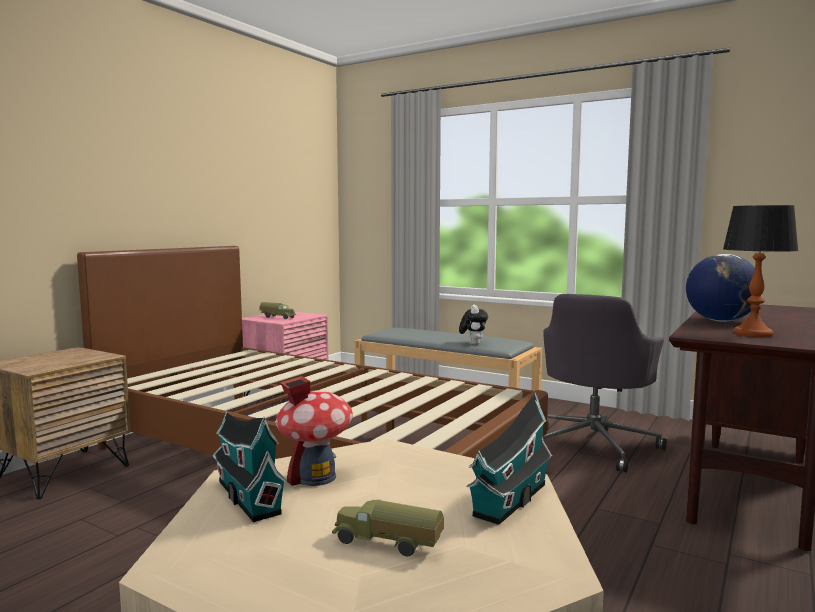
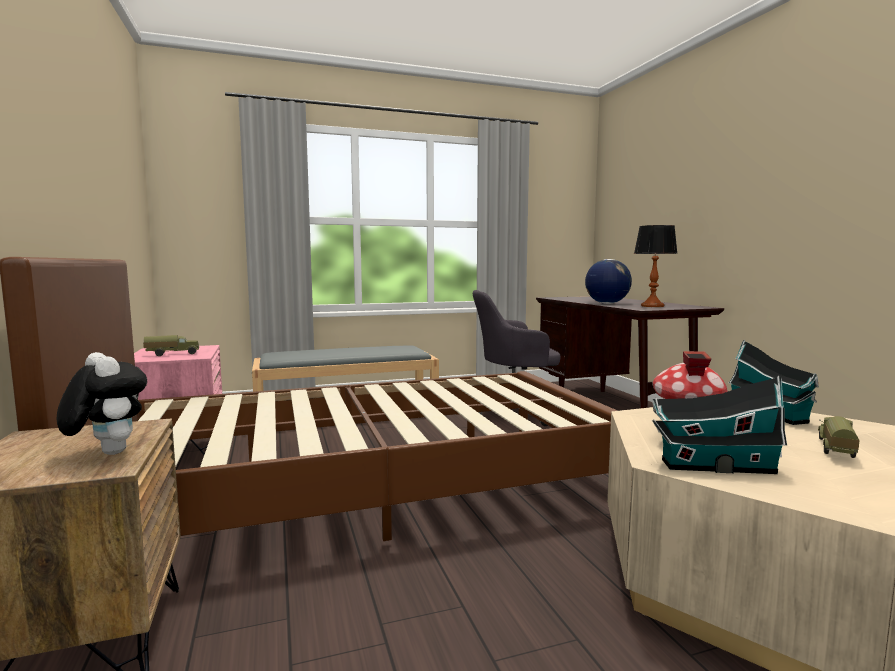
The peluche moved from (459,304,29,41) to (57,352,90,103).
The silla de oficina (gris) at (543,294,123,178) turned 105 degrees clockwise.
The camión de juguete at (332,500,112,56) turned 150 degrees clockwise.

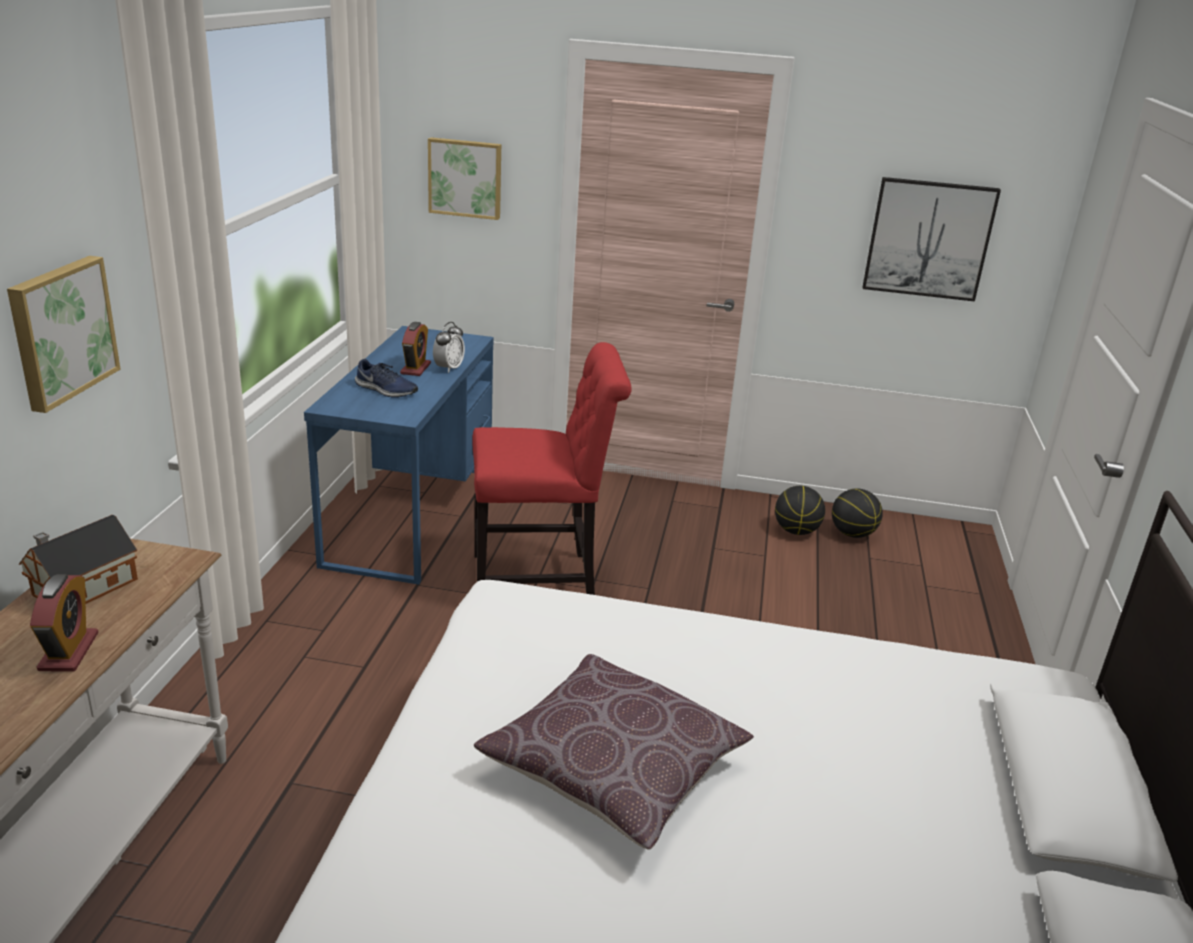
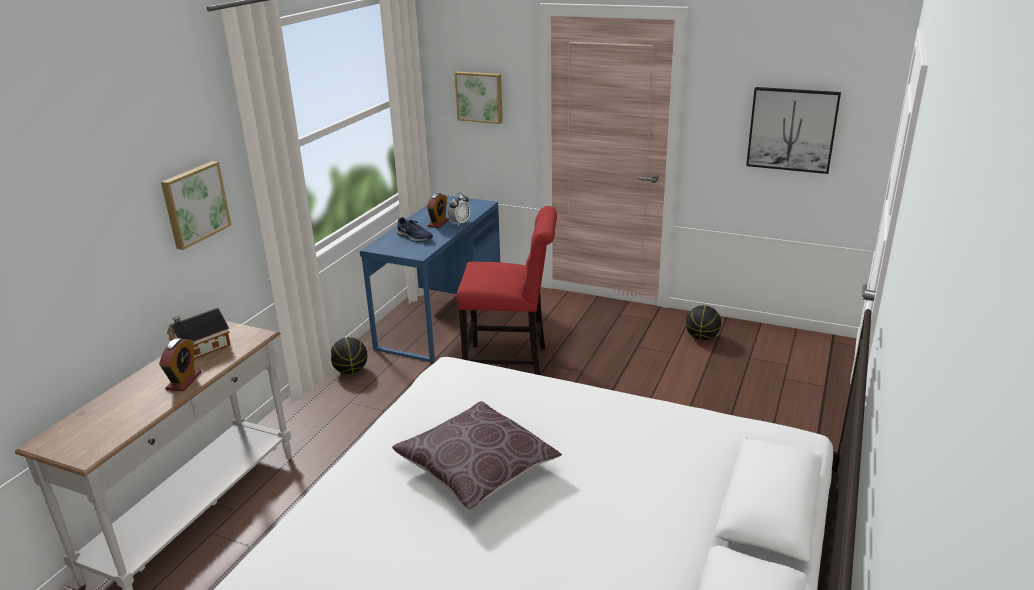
The balón de baloncesto moved from (832,488,51,50) to (331,337,37,37).

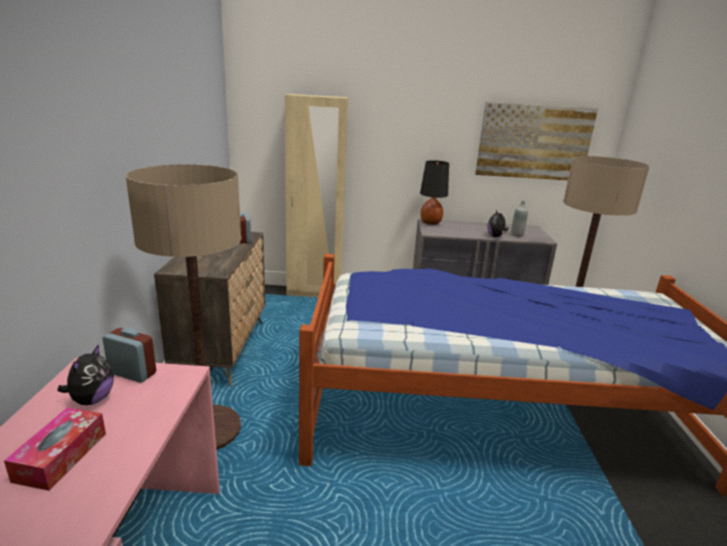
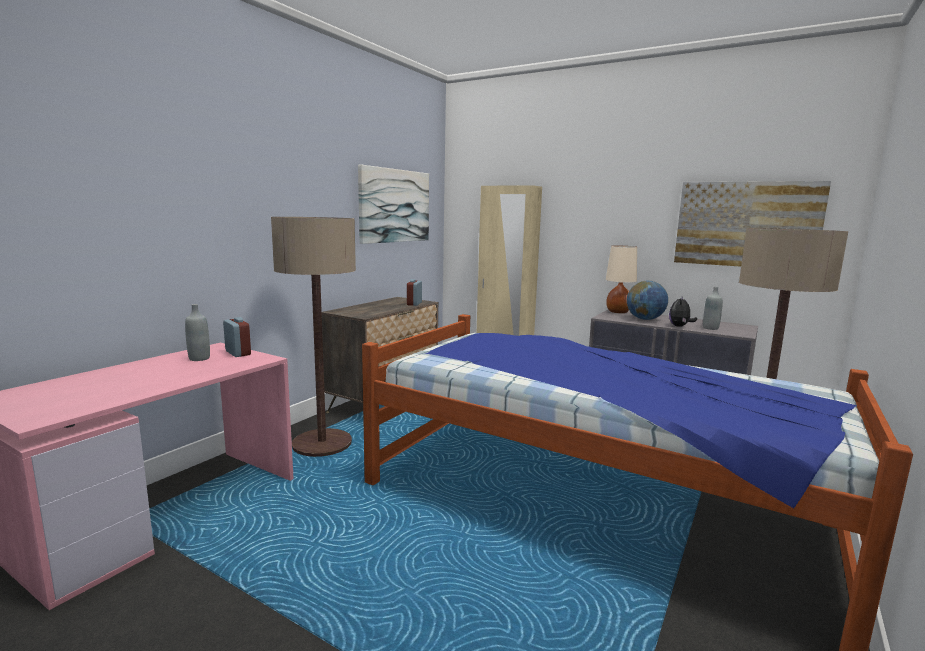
The peluche at (57,344,57,61) was replaced by the botella (gris) at (185,304,25,57).
The cuadro at (358,165,71,79) appeared.
The lámpara de mesa (negro) at (420,160,29,65) became the lámpara de mesa (beis) at (606,246,31,67).
The globo terráqueo at (627,281,41,39) appeared.
The caja de pañuelos at (4,407,102,84) disappeared.

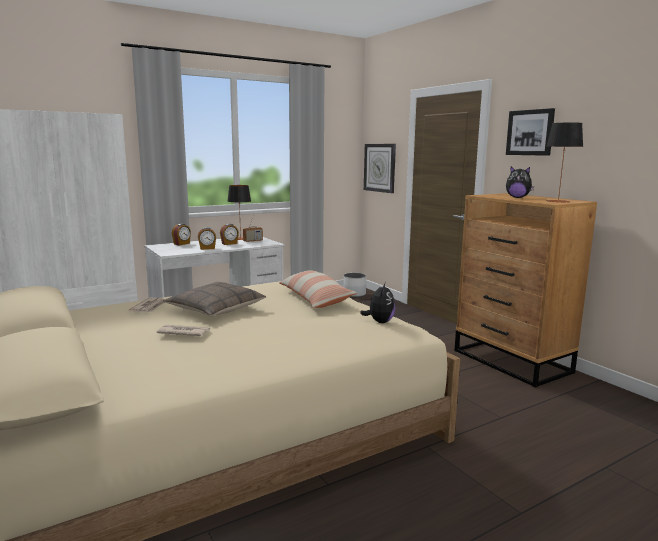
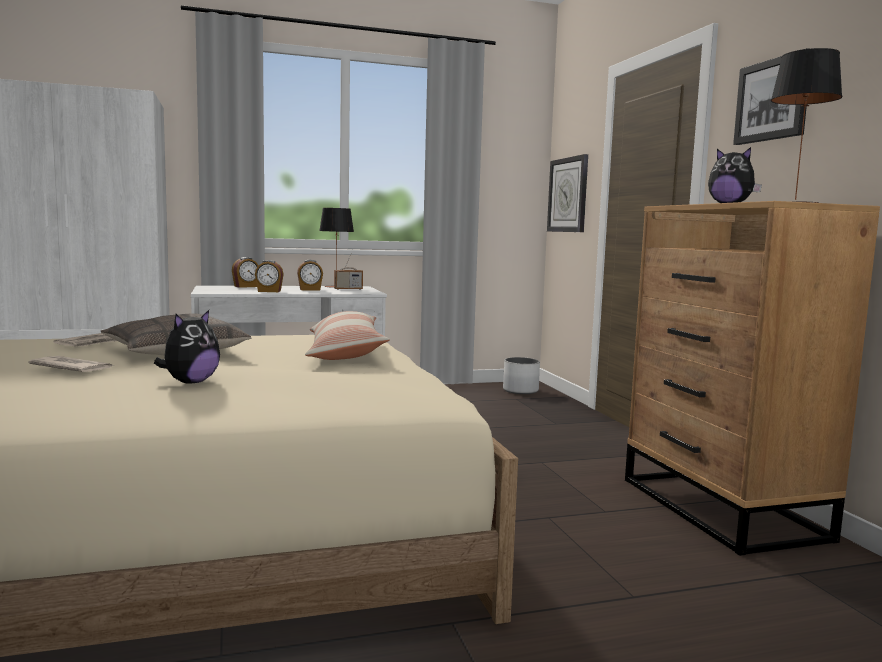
The peluche moved from (360,283,36,40) to (154,310,66,73).

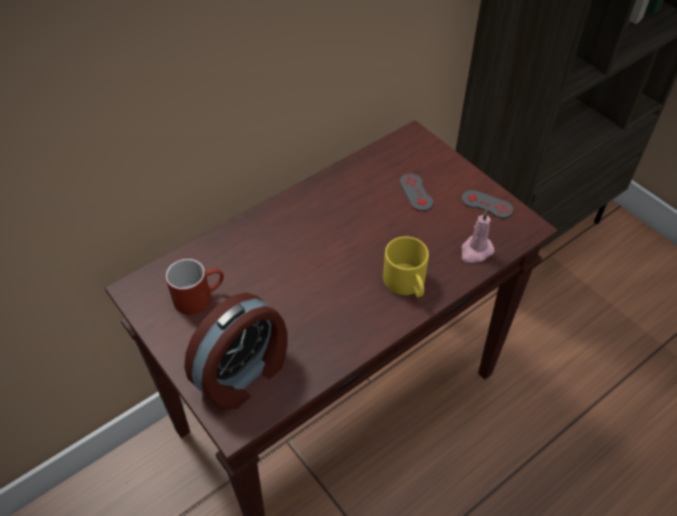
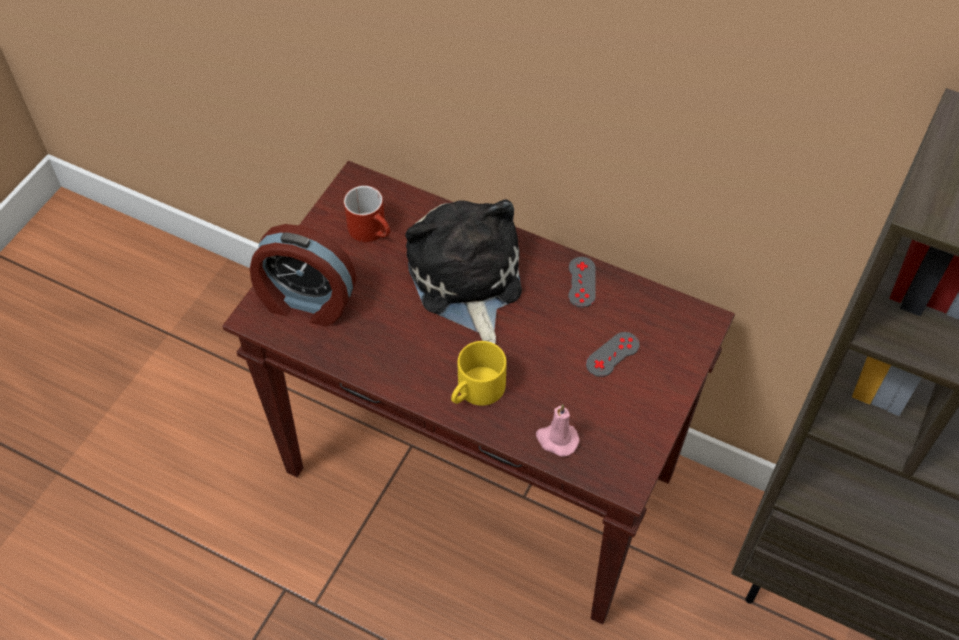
The peluche at (405,199,117,145) appeared.
The mando de consola (gris) moved from (462,190,51,28) to (568,257,28,51).

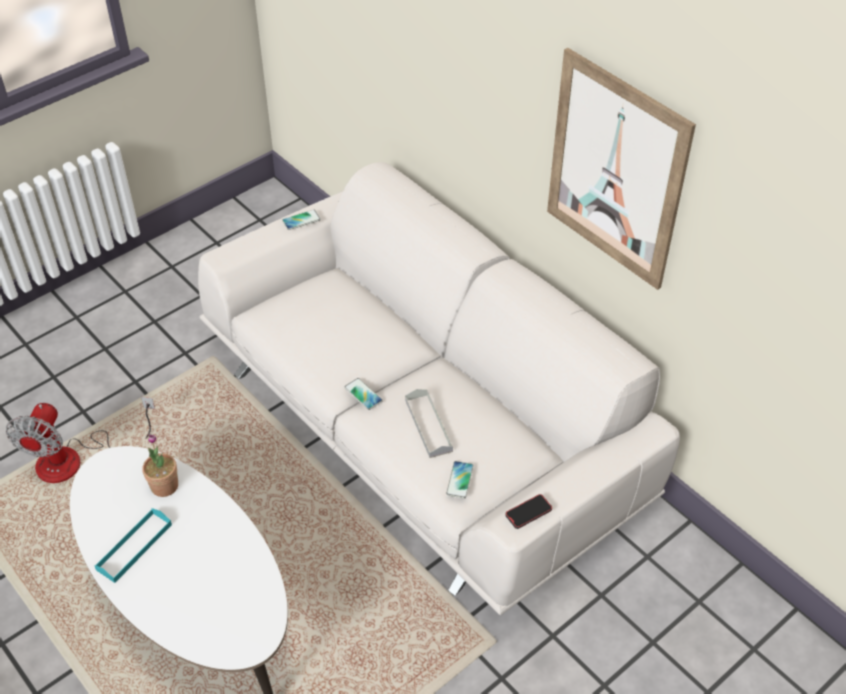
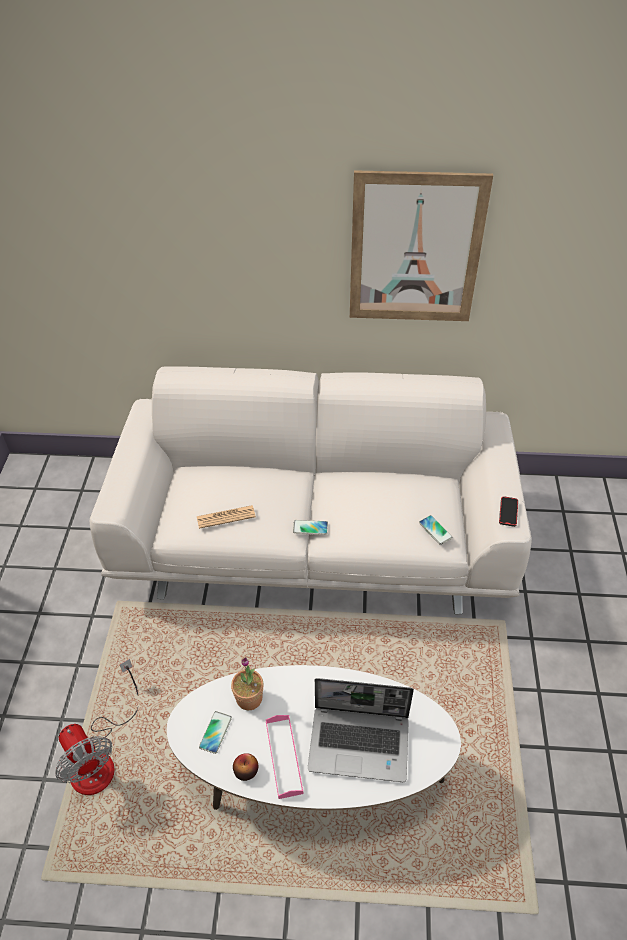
The periódico at (197,505,59,24) appeared.
The móvil moved from (282,210,39,20) to (199,711,33,43).
The manzana at (233,753,25,28) appeared.
The bandeja (turquesa) at (94,508,78,75) became the bandeja (rosa) at (266,715,37,84).
The portátil at (308,678,106,104) appeared.
The bandeja (gris) at (405,389,48,69) disappeared.

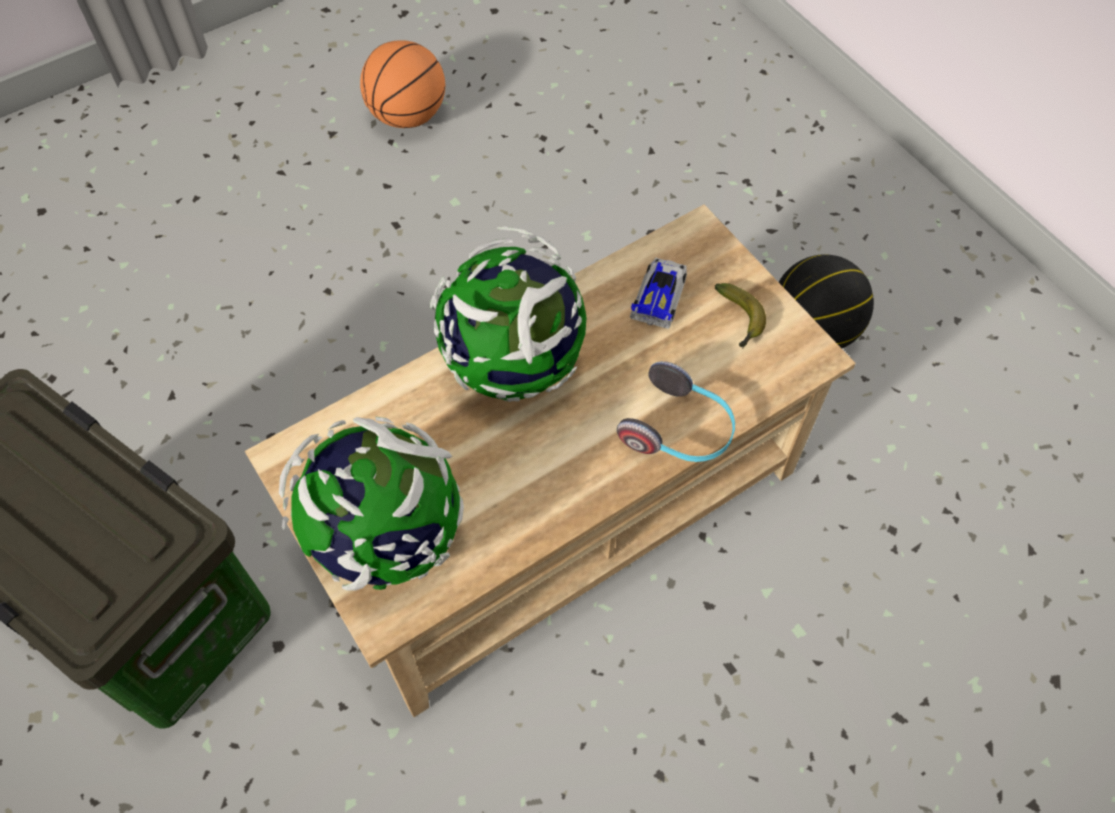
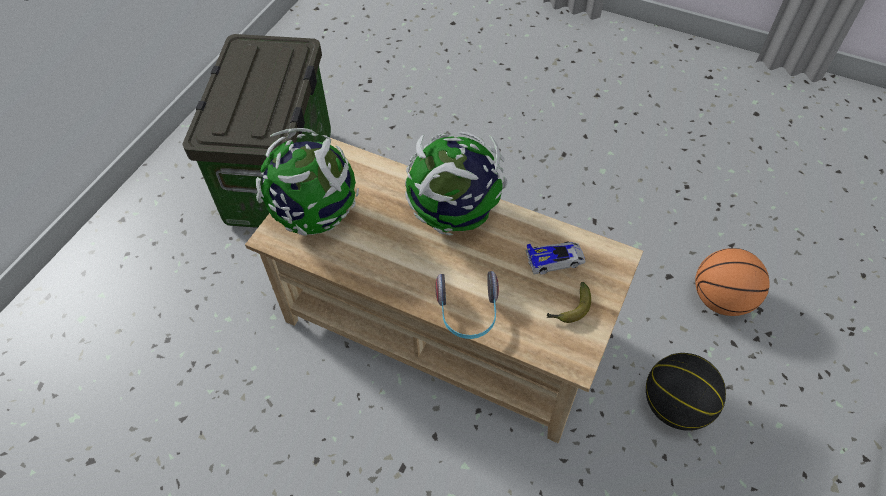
The balón de baloncesto moved from (360,40,85,88) to (695,248,75,68).

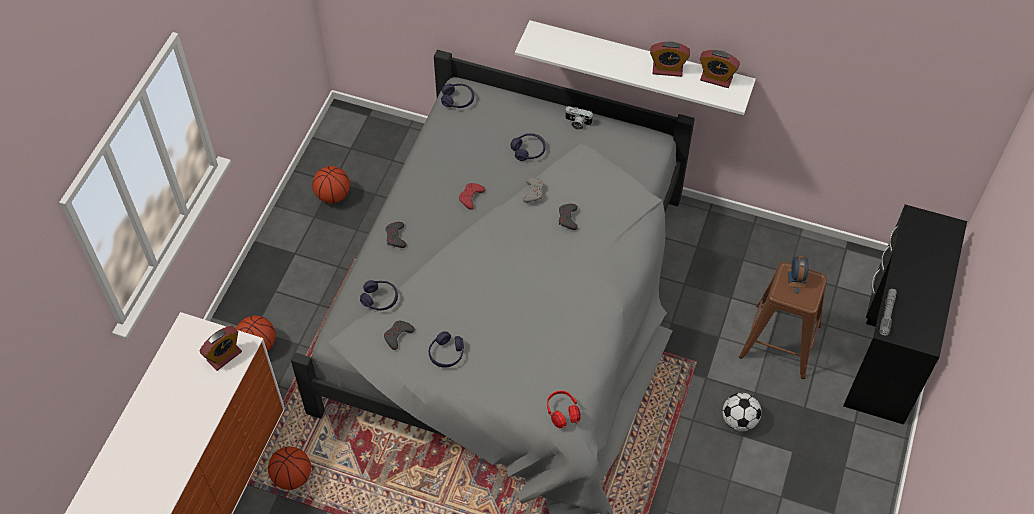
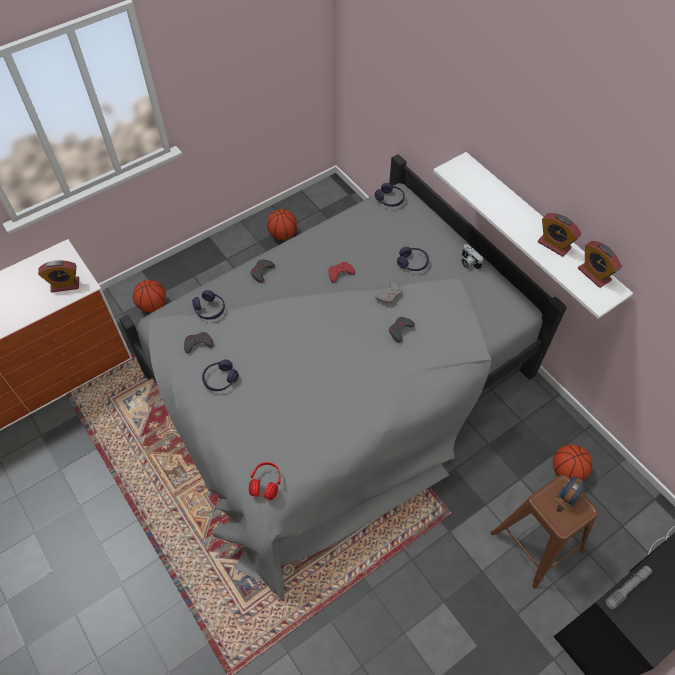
The balón de baloncesto moved from (268,447,43,43) to (553,444,39,37).
The balón de fútbol at (722,393,40,38) disappeared.

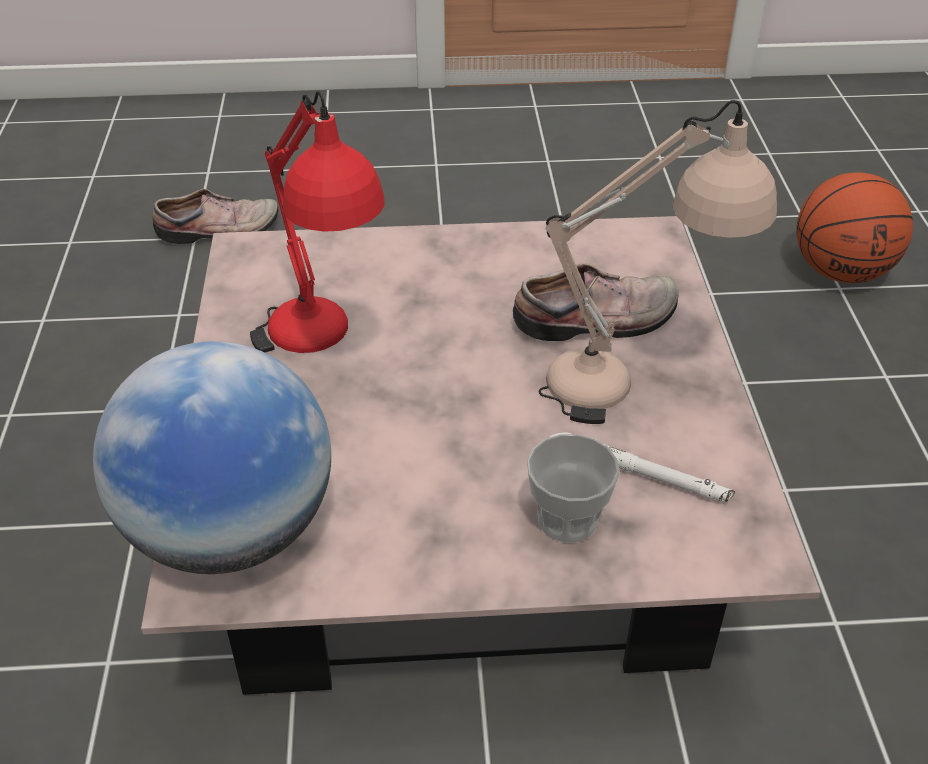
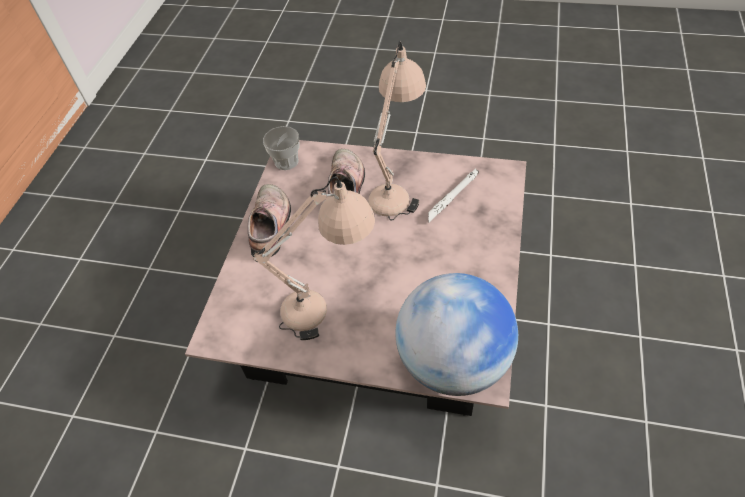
The zapato moved from (152,189,126,55) to (248,184,43,73).
The lámpara de mesa (rojo) at (250,91,134,262) became the lámpara de mesa (beis) at (253,177,122,163).
The taza moved from (527,434,93,109) to (263,126,37,44).
The balón de baloncesto at (796,172,117,111) disappeared.

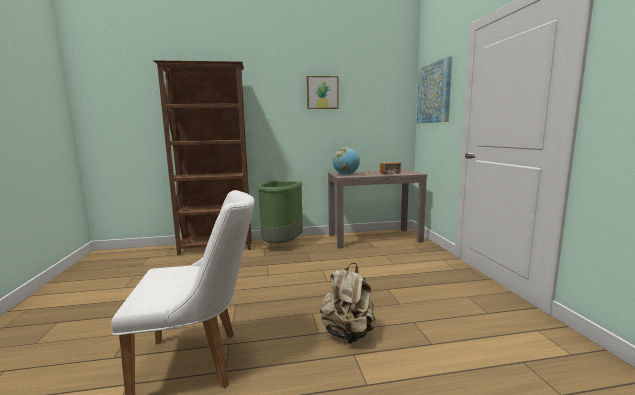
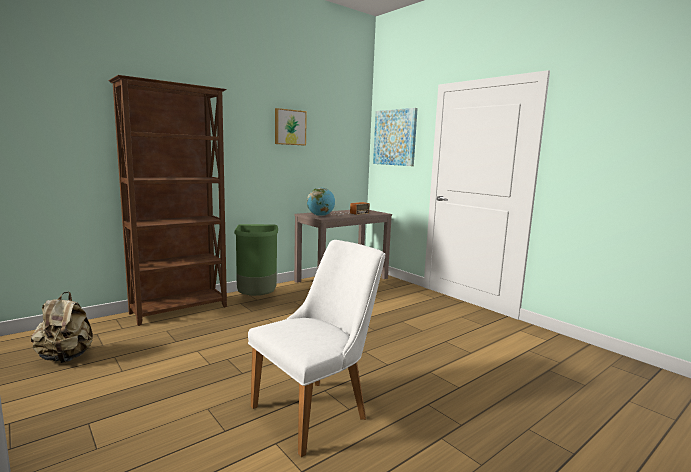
The mochila (beis) moved from (320,263,56,81) to (31,292,62,71).

